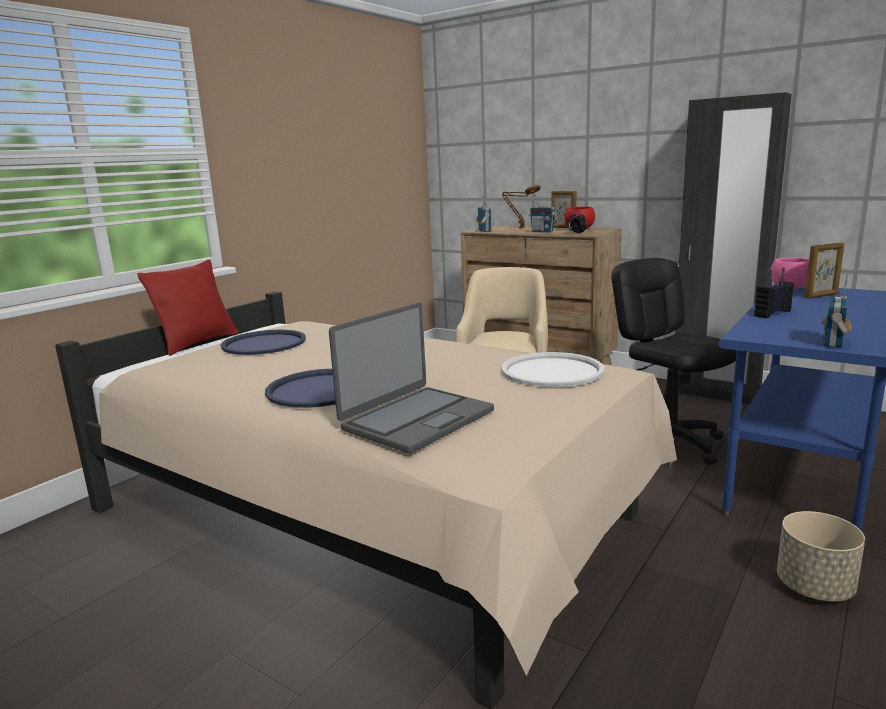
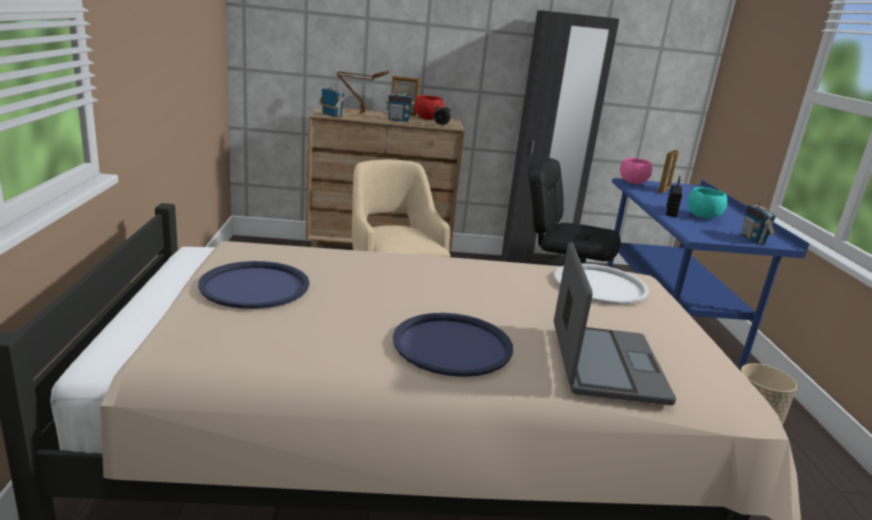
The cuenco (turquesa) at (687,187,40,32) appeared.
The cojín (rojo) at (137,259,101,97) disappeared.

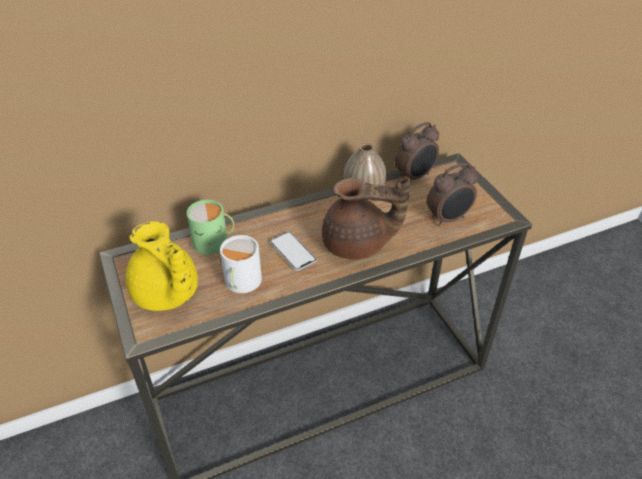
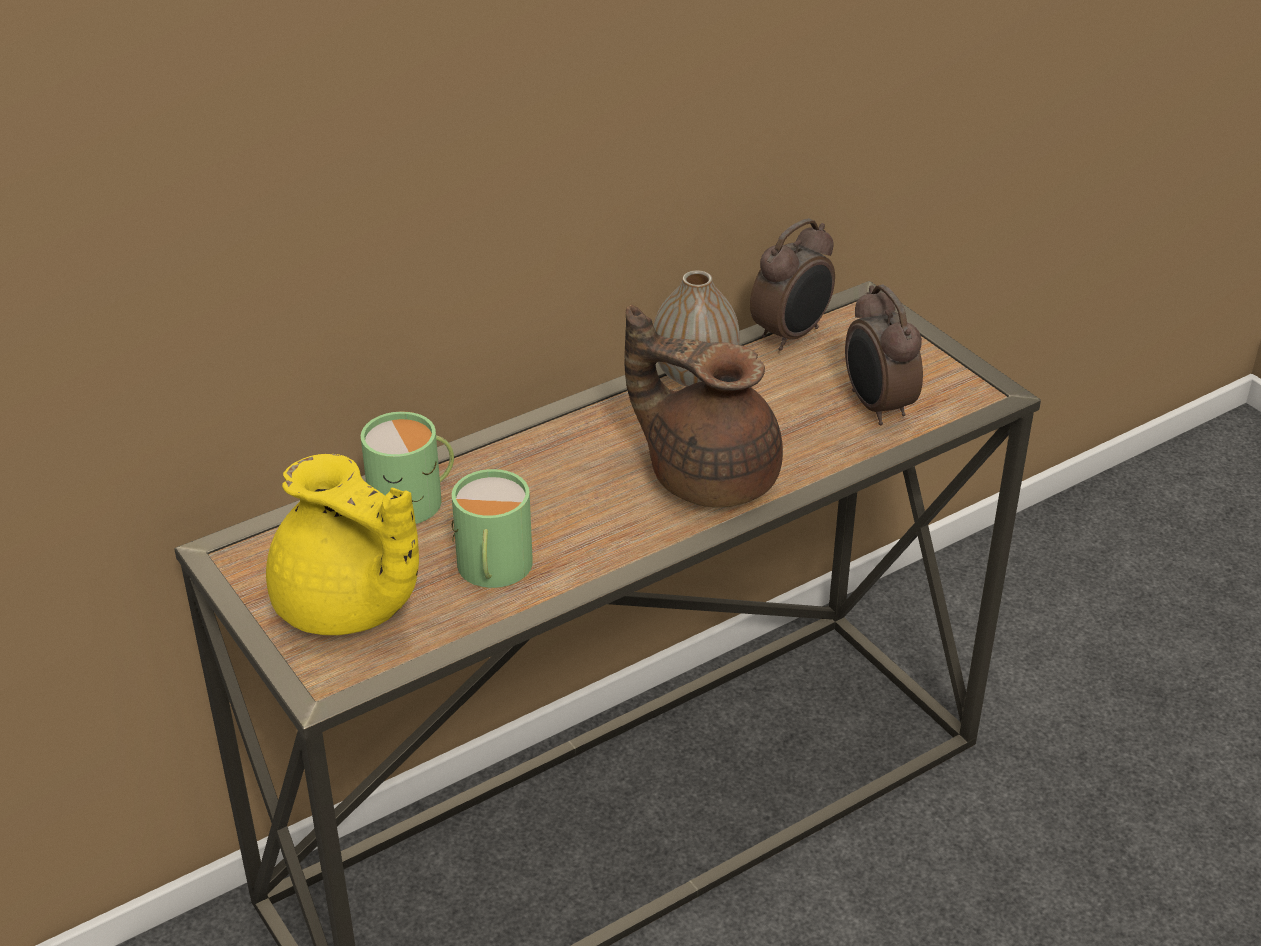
The taza grande (blanco) at (220,235,42,58) became the taza grande (verde) at (452,469,81,119).
The tetera (marrón) at (322,178,88,82) turned 150 degrees counterclockwise.
The despertador at (427,163,51,63) turned 105 degrees clockwise.
The móvil at (270,232,47,39) disappeared.

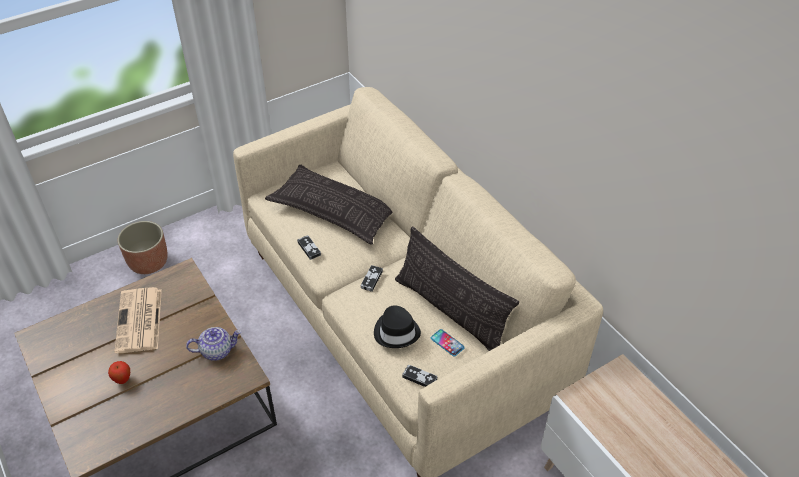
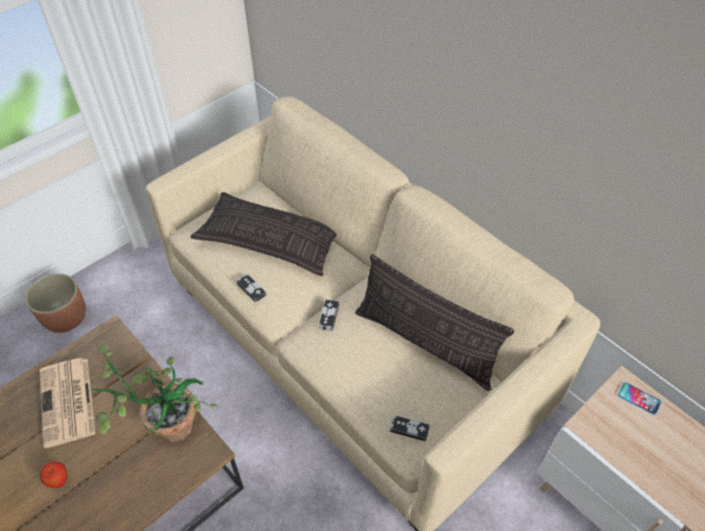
The tetera at (186,327,55,34) was replaced by the planta en maceta at (91,344,126,99).
The móvil moved from (430,329,35,27) to (618,382,43,33).
The sombrero (negro) at (374,305,47,43) disappeared.

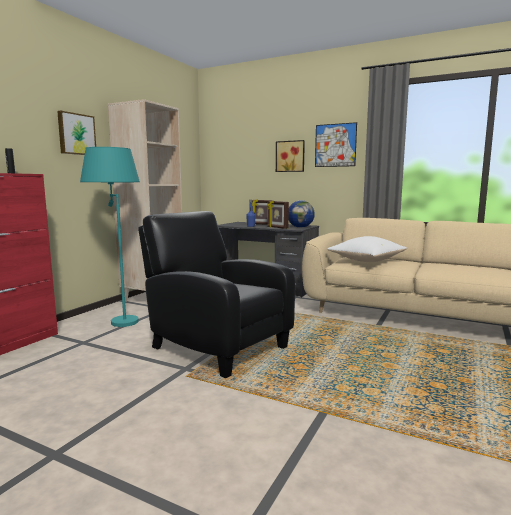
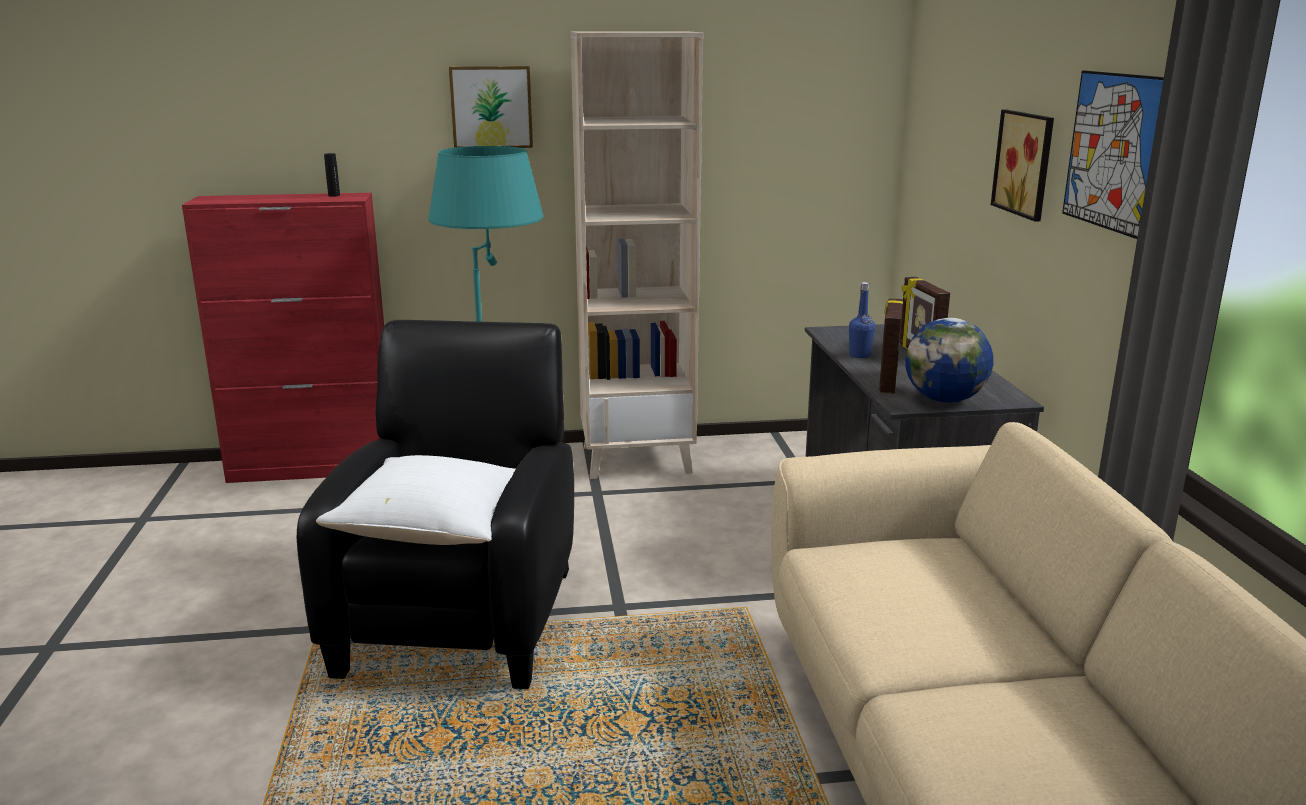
The cojín (blanco) moved from (328,236,79,26) to (316,455,200,90).

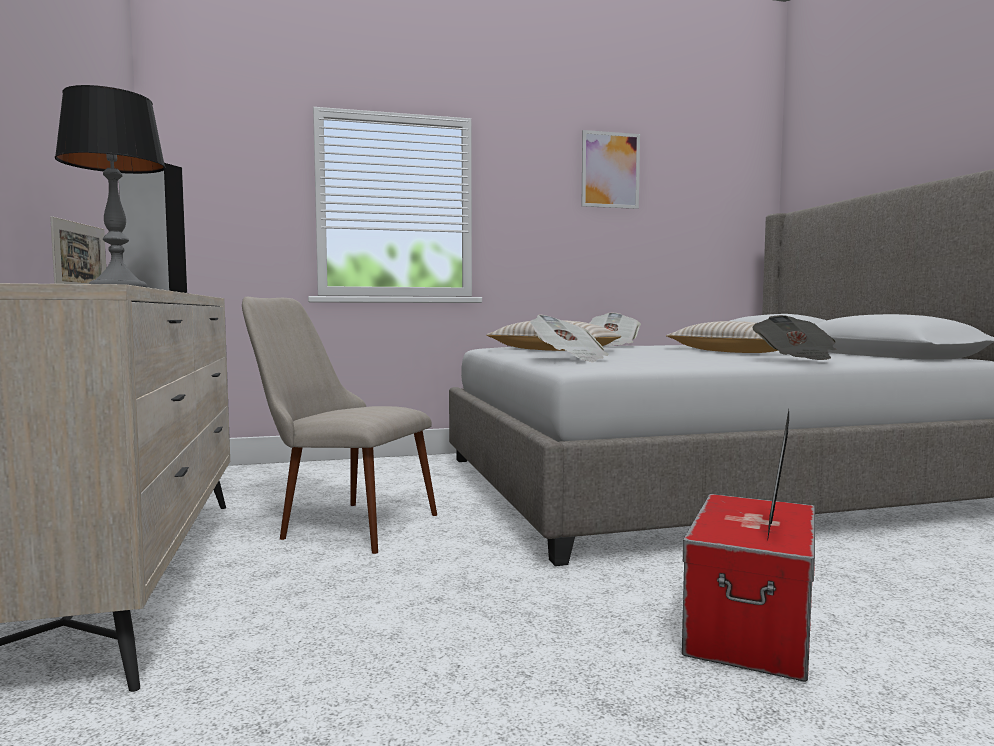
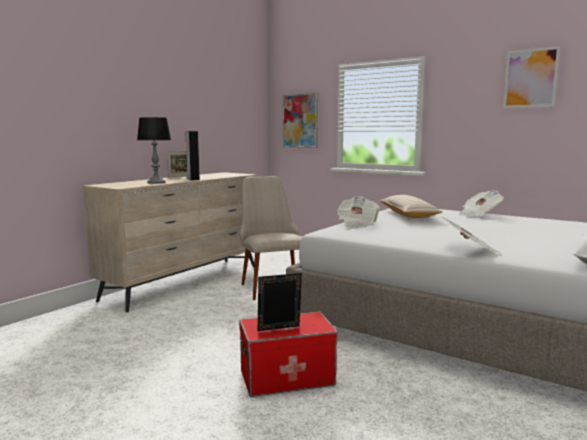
The cuadro at (283,93,35,55) appeared.
The cojín (beis) at (666,321,113,32) disappeared.

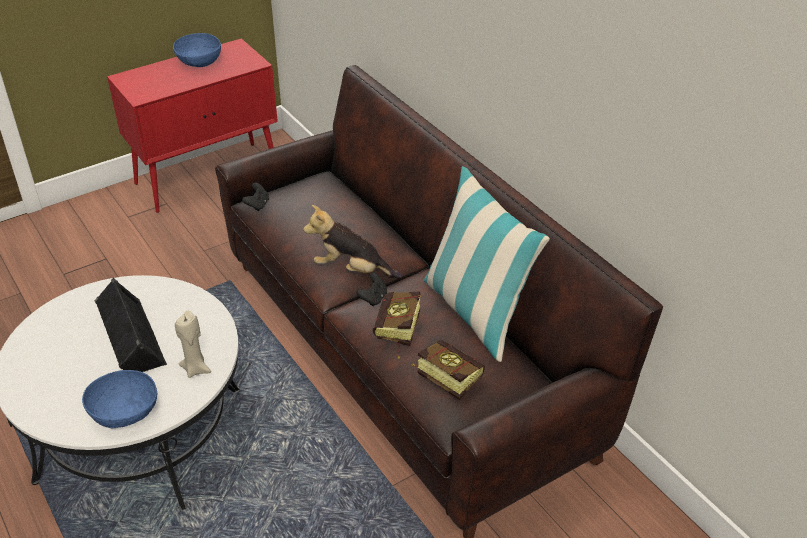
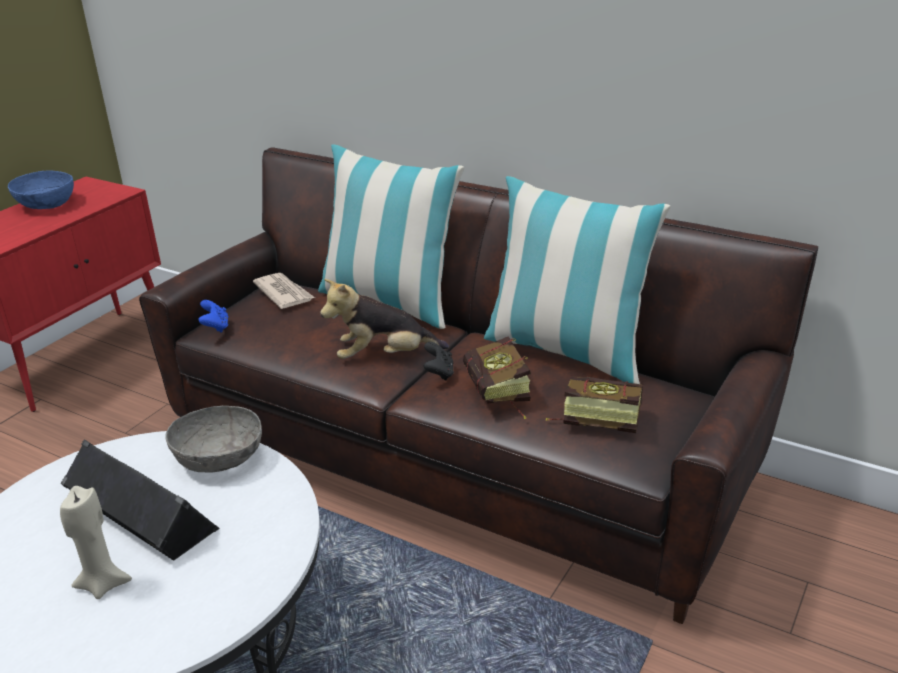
The vela (beis) moved from (175,311,36,67) to (60,486,72,113).
The cuenco (gris) at (165,406,97,66) appeared.
The mando de consola (negro) at (242,183,27,28) became the mando de consola (azul) at (198,300,30,33).
The periódico at (253,273,62,36) appeared.
The cojín at (318,144,146,185) appeared.
The cuenco (azul) at (82,370,75,58) disappeared.

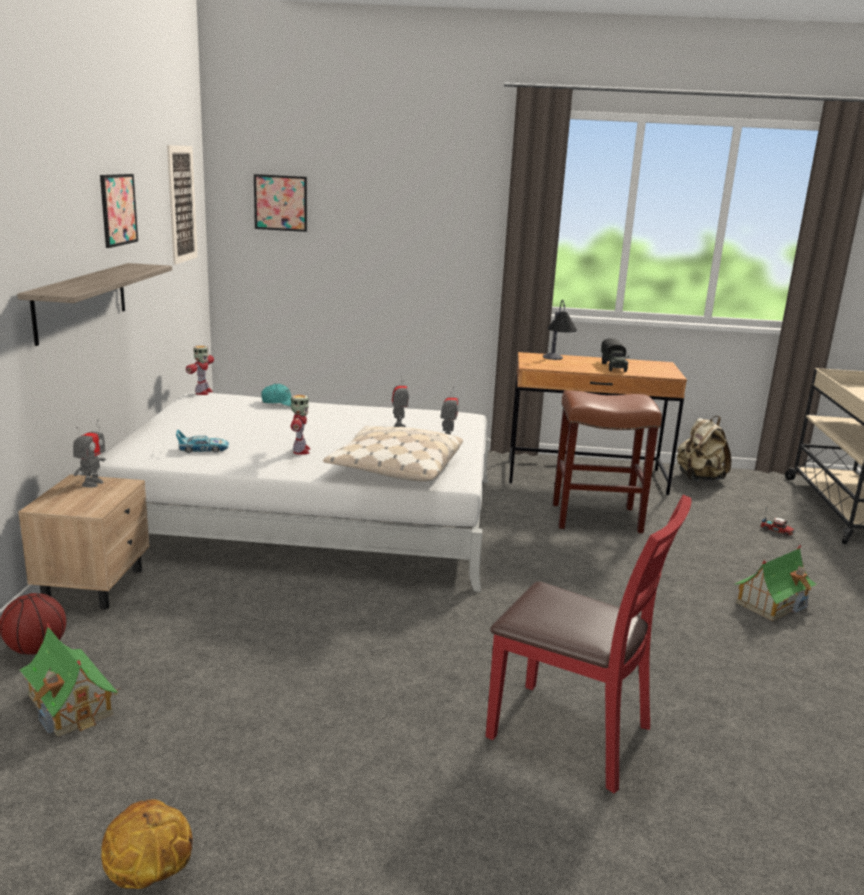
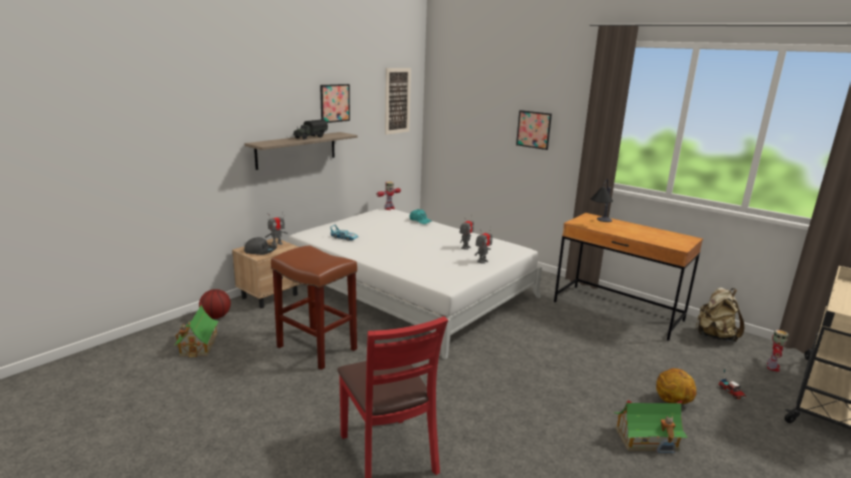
The gorra (gris) at (244,237,33,18) appeared.
The taburete (marrón) moved from (553,390,109,143) to (271,245,86,125).
The camión de juguete moved from (601,338,28,34) to (293,119,35,21).
The cuadro moved from (254,174,53,58) to (516,110,36,40).
The balón de baloncesto moved from (101,799,92,90) to (656,368,41,36).
The robot de juguete moved from (291,395,19,60) to (767,330,22,42).
The cojín (beis) at (323,426,140,56) disappeared.

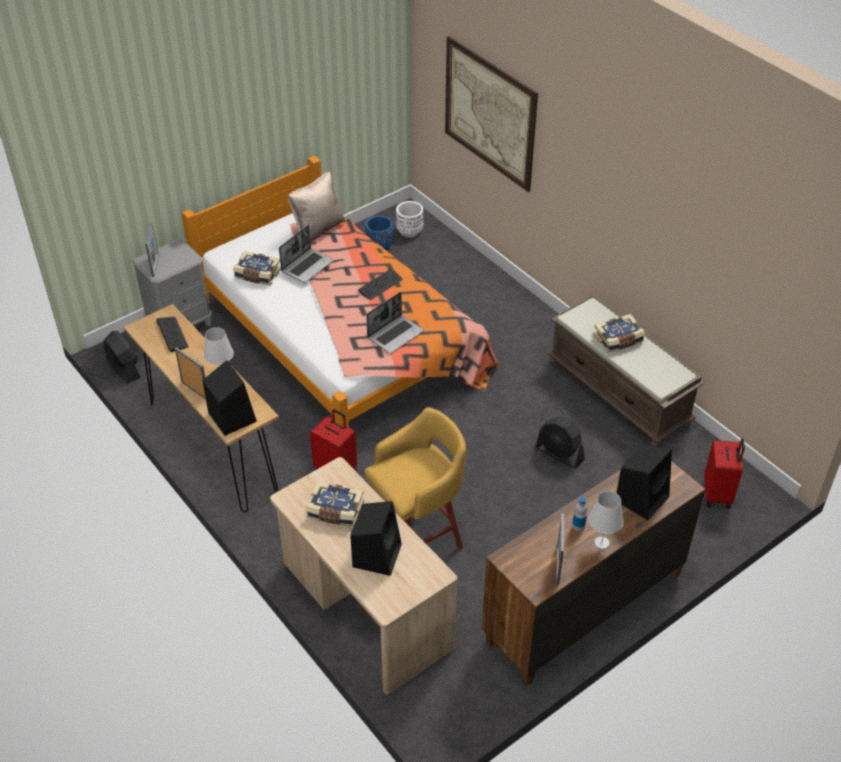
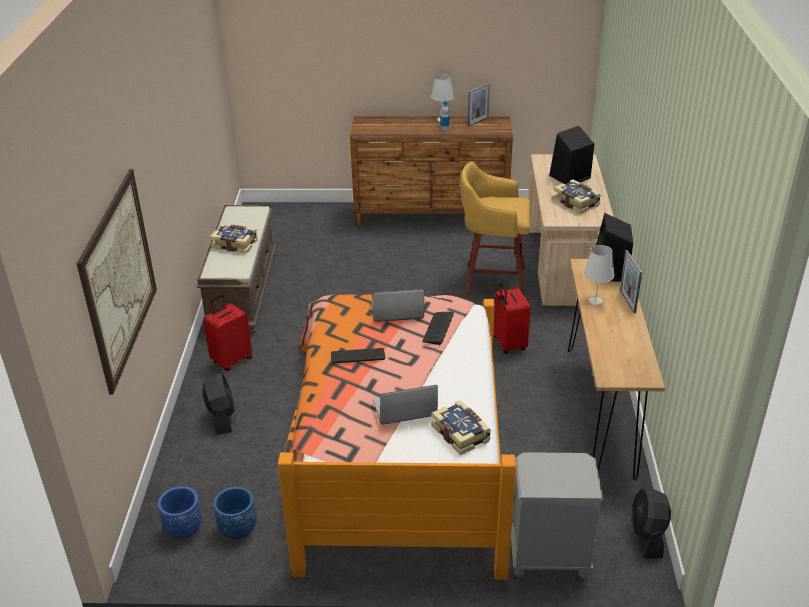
The maceta (blanco) at (396,201,27,37) became the maceta (azul) at (158,486,44,53).
The ventilador (negro) moved from (535,416,49,53) to (202,373,33,62).
The maleta (rojo) moved from (704,438,41,71) to (203,294,49,77).
The teclado moved from (156,317,33,35) to (422,312,32,33).
The portarretratos at (145,222,14,55) disappeared.
The cojín (beis) at (288,171,58,71) disappeared.
The altavoz (negro) at (617,444,55,76) disappeared.

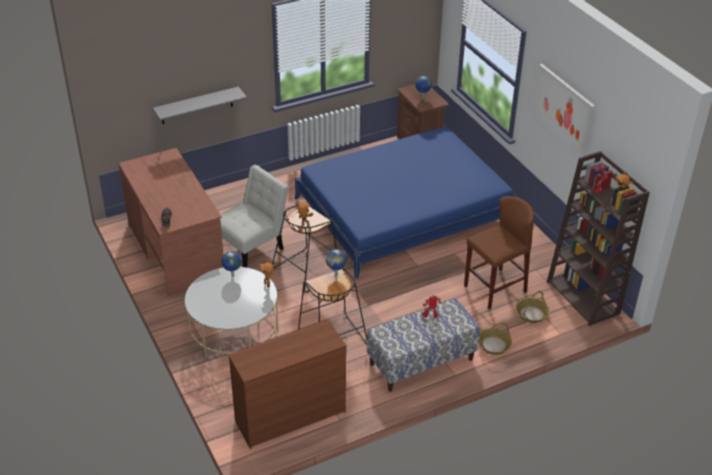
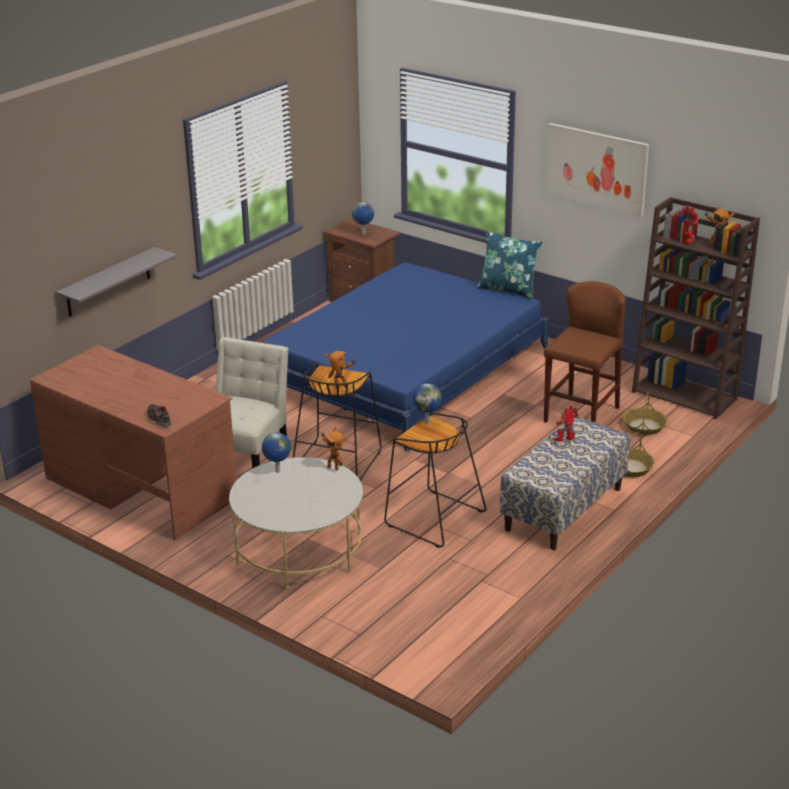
The cojín (azul) at (477,231,66,68) appeared.
The cómoda (marrón) at (228,320,119,129) disappeared.

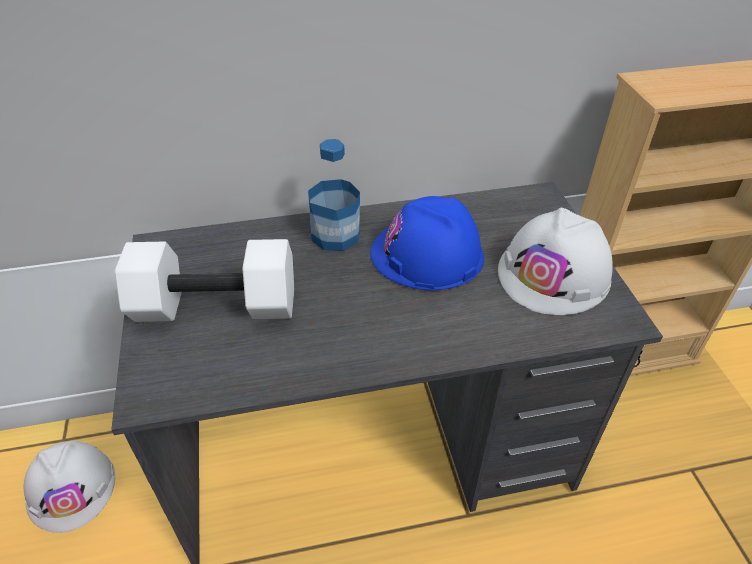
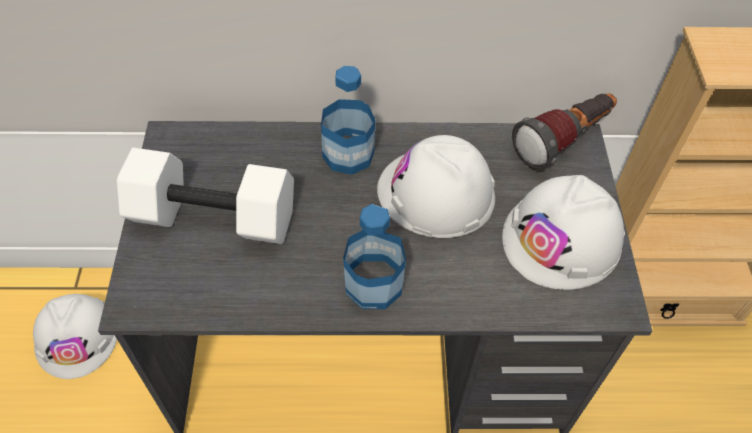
The botella at (343,204,63,105) appeared.
The casco (azul) at (370,196,114,94) became the casco (blanco) at (377,135,118,103).
The linterna at (512,93,105,78) appeared.

